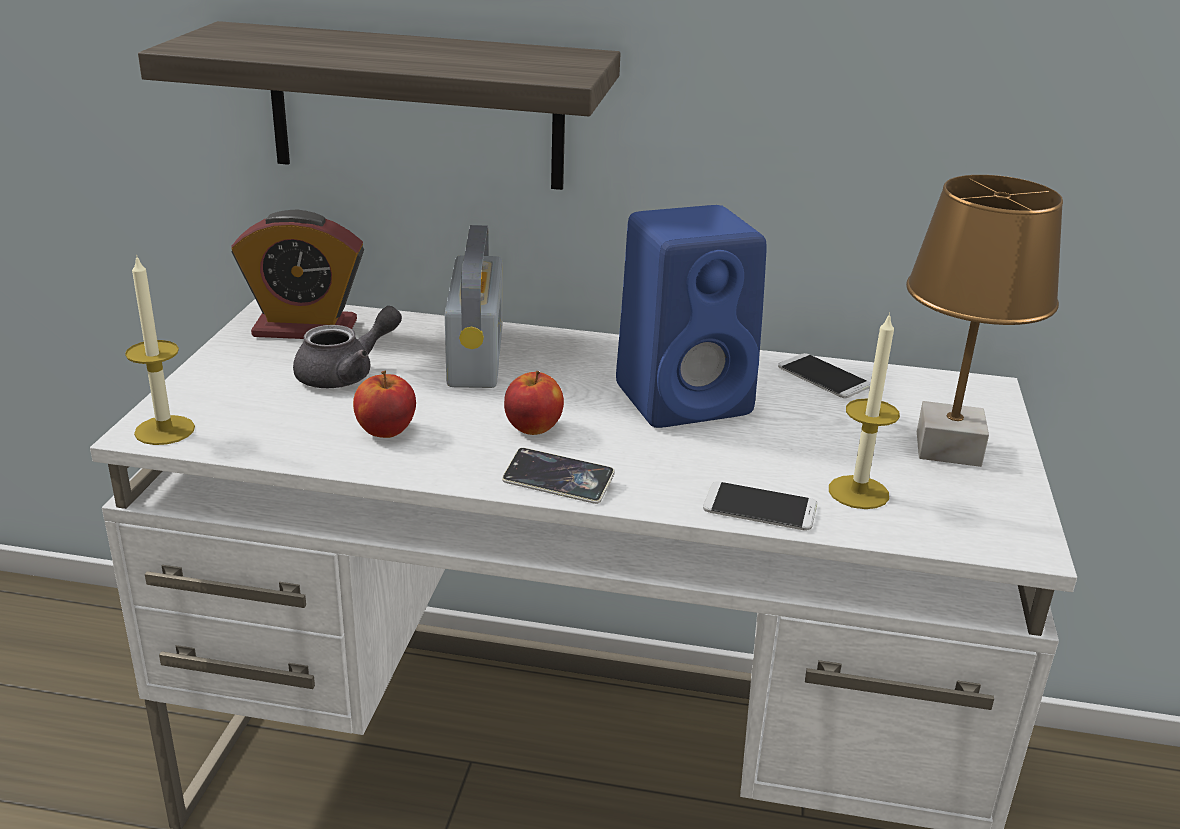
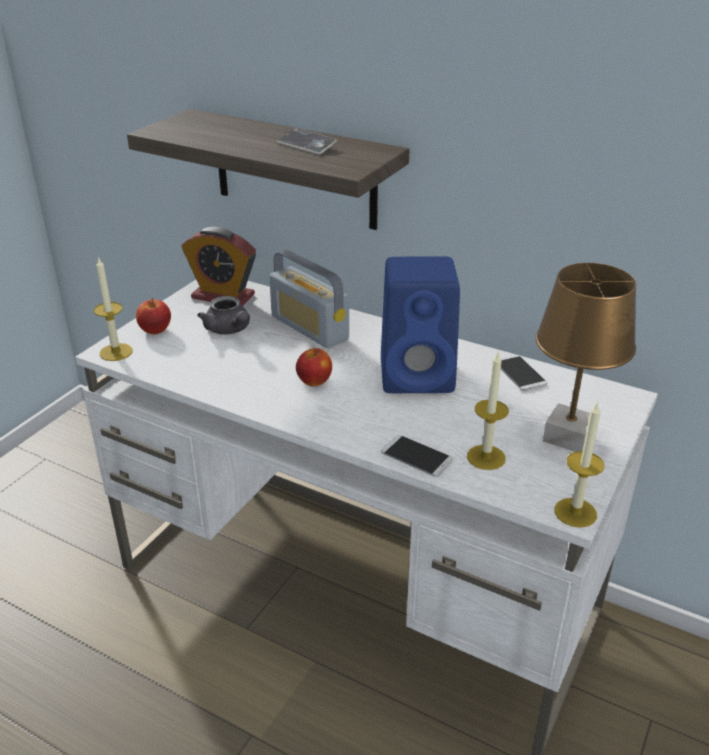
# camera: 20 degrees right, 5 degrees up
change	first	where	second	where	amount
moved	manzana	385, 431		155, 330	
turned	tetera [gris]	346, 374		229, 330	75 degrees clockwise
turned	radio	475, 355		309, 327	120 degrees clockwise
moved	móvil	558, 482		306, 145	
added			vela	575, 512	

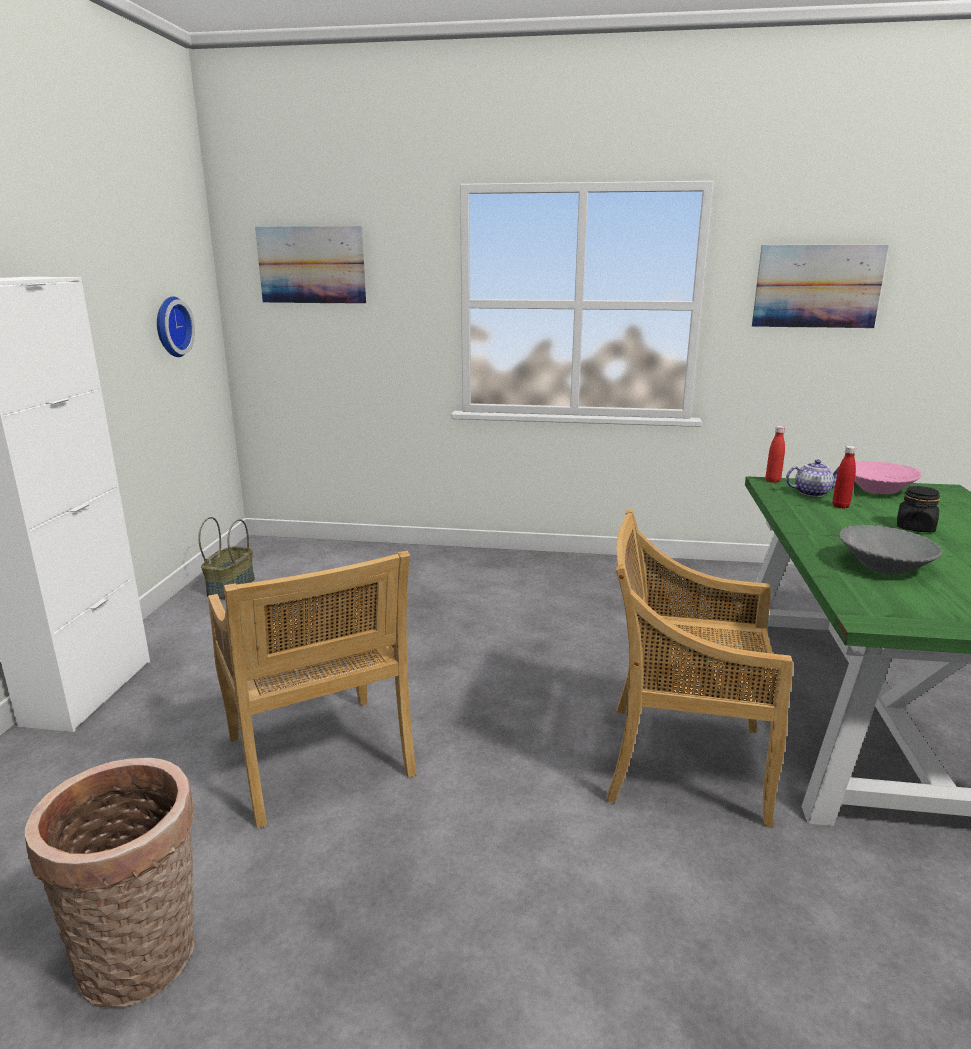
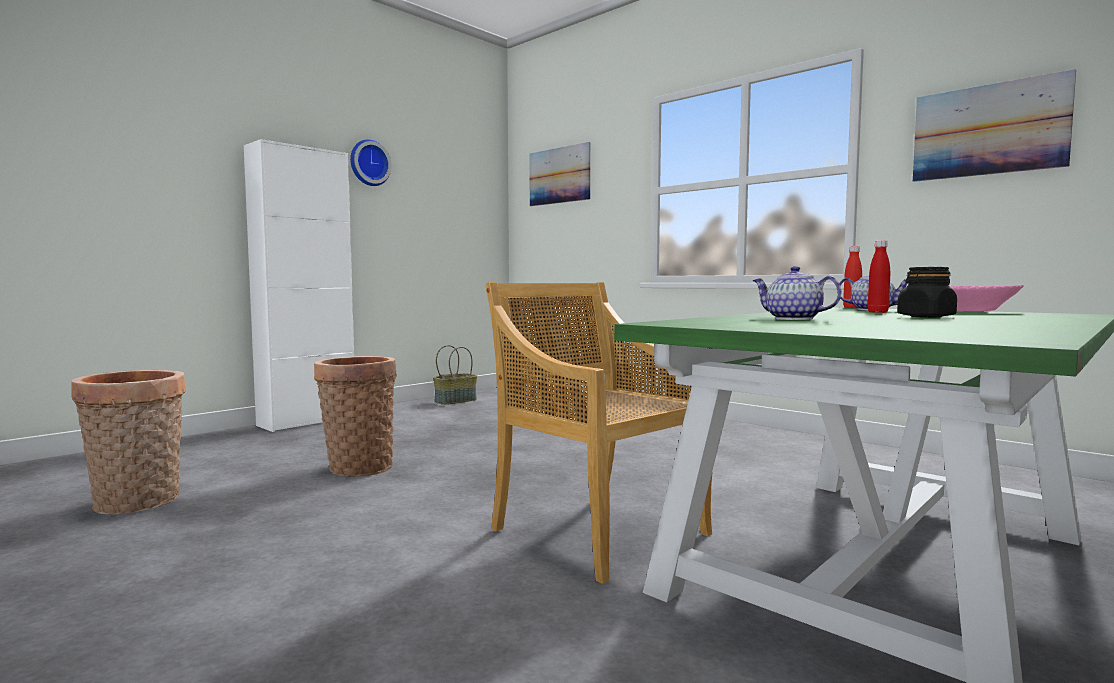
# camera: 35 degrees right, 15 degrees down
change	first	where	second	where	amount
replaced	silla [beis]	319, 759	cesta	358, 467	
moved	reloj de pared	170, 327		369, 163	
replaced	cuenco [gris]	885, 566	tetera	792, 319	

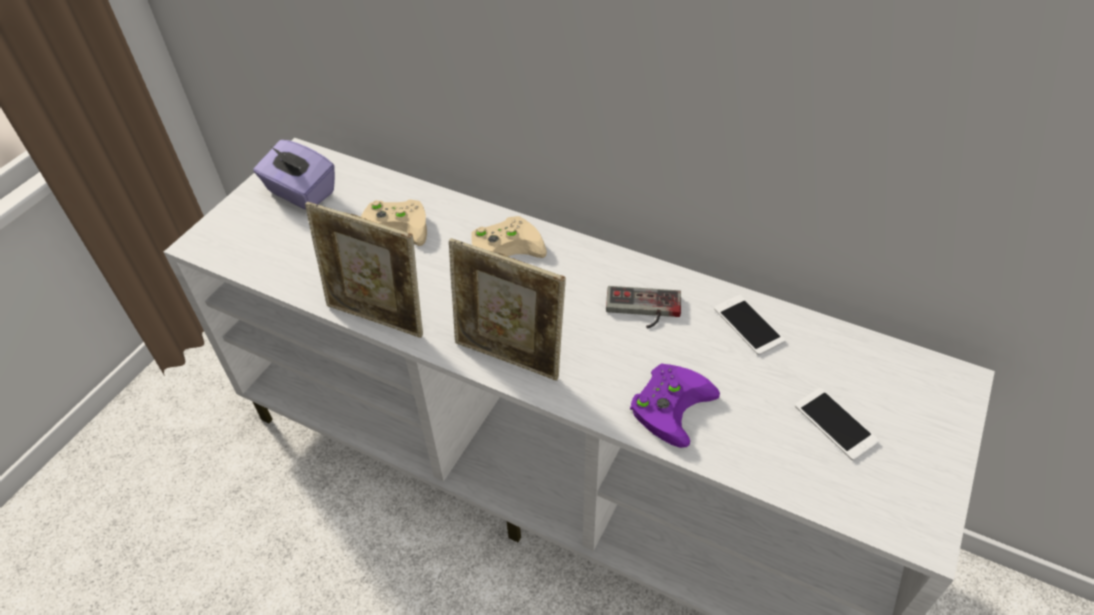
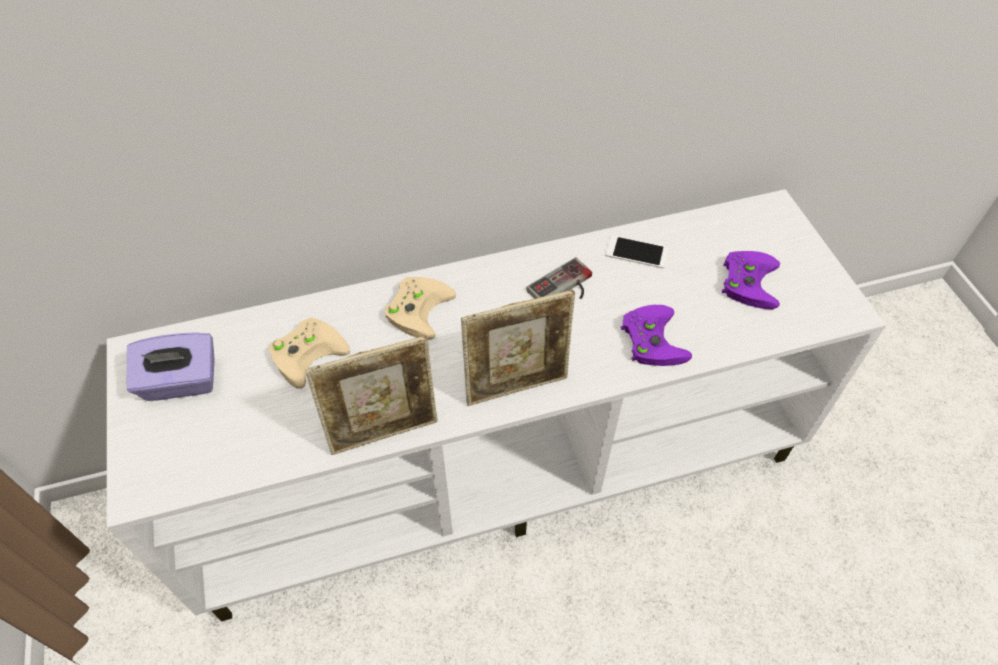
# camera: 45 degrees left, 5 degrees up
change	first	where	second	where	amount
replaced	móvil	835, 423	mando de consola [morado]	747, 280	

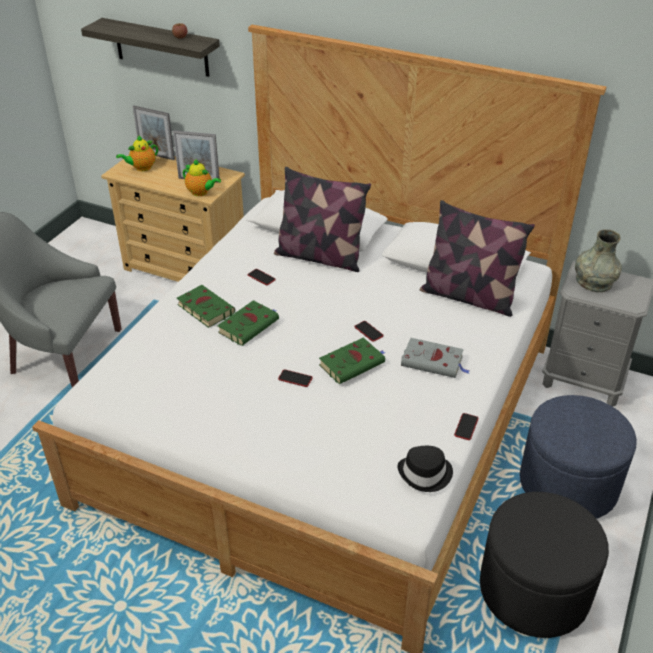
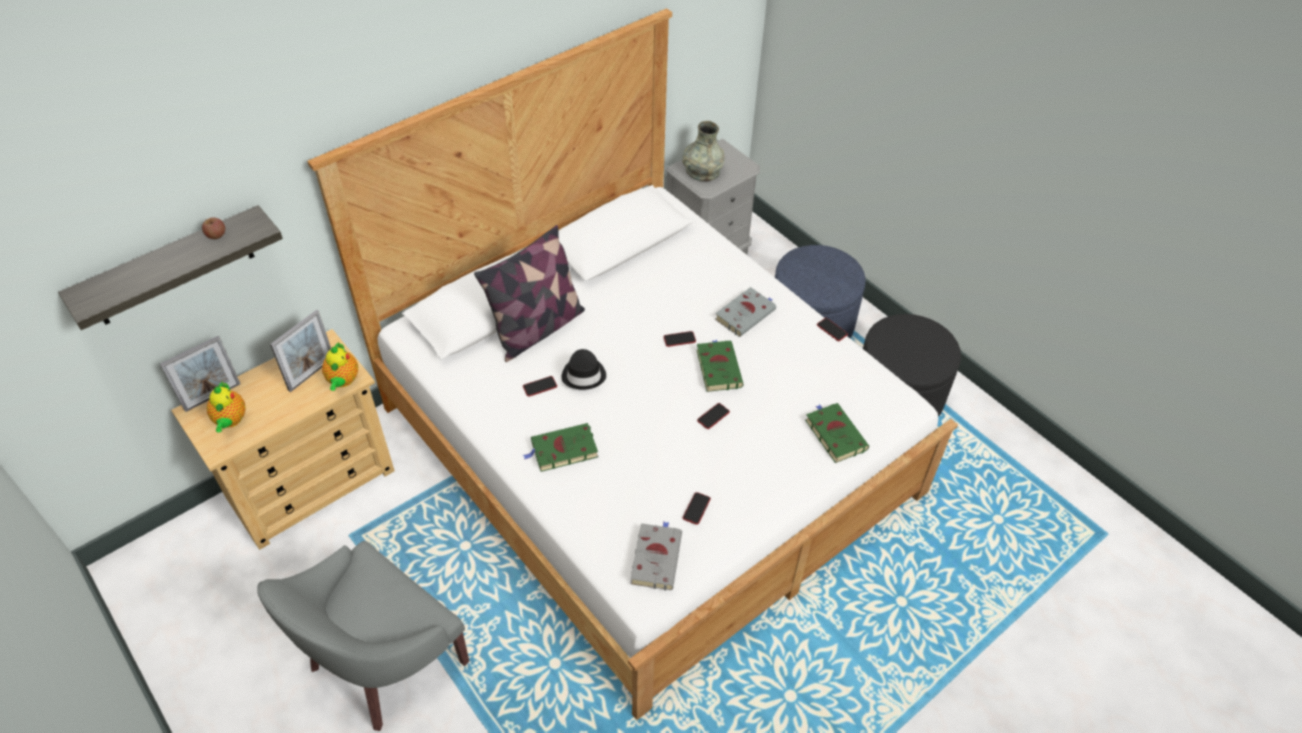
# camera: 65 degrees left, 10 degrees up
change	first	where	second	where	amount
turned	tetera	201, 193		343, 381	120 degrees clockwise
moved	sombrero [negro]	425, 474		584, 375	
added			libro [gris]	656, 557	
added			móvil	696, 508	
moved	libro [verde]	249, 325		834, 434	
removed	cojín	468, 296			

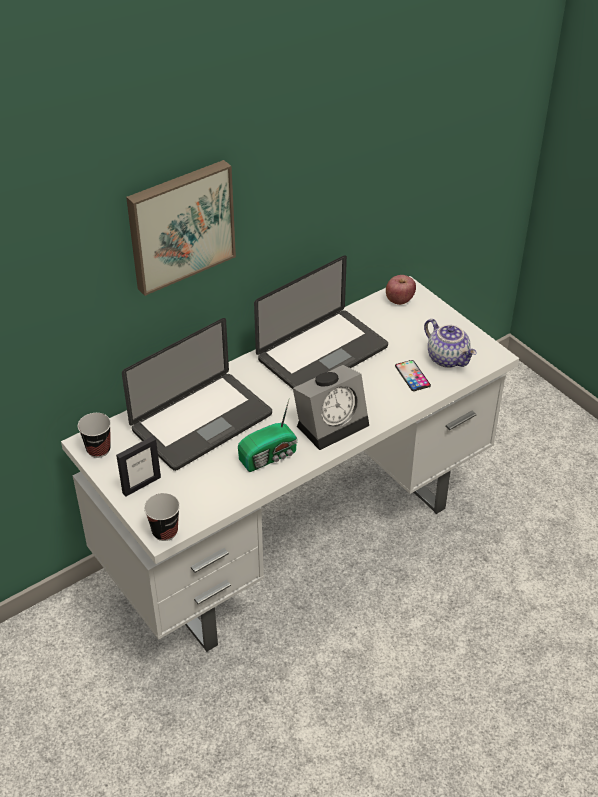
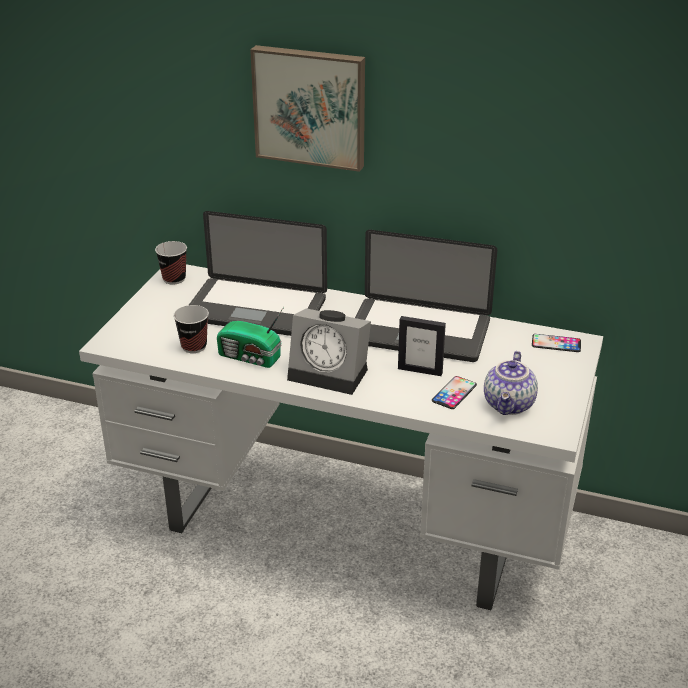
# camera: 55 degrees right, 10 degrees down
change	first	where	second	where	amount
moved	taza	165, 531		194, 346	
moved	portarretratos	141, 485		420, 370	
replaced	manzana	399, 300	móvil	556, 343	

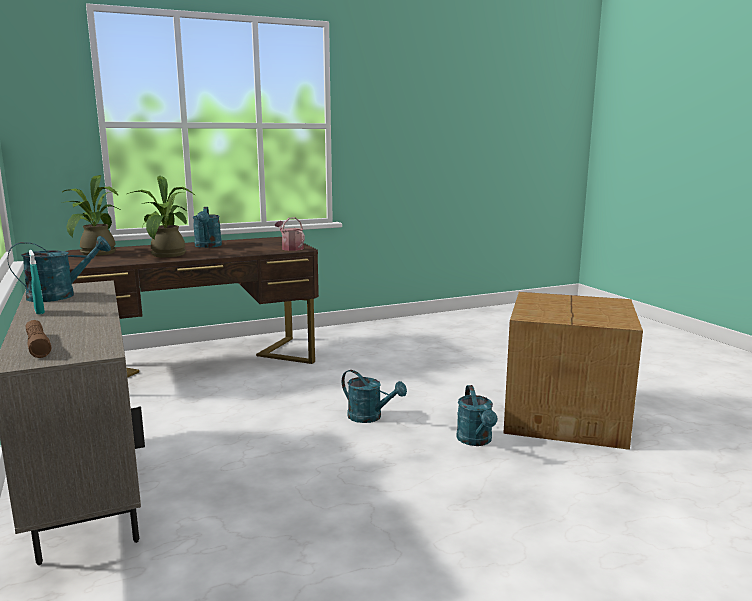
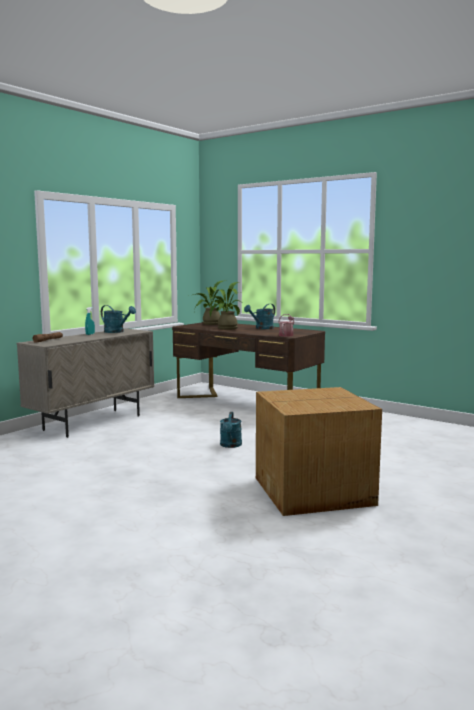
# camera: 60 degrees right, 5 degrees down
change	first	where	second	where	amount
removed	regadera [turquesa]	476, 441			

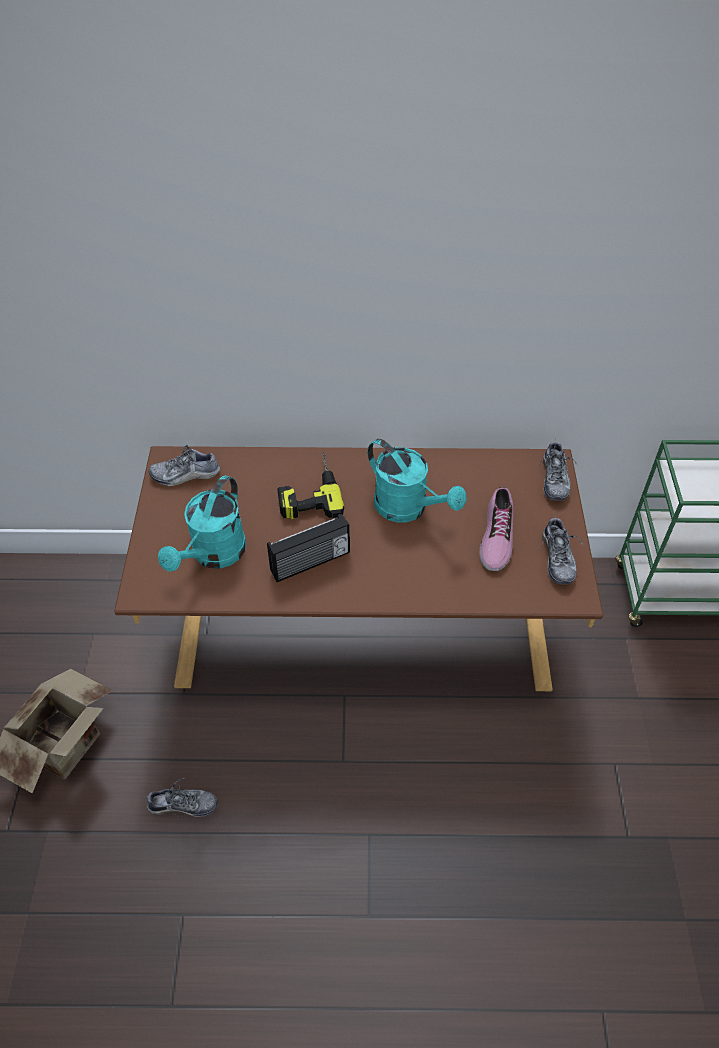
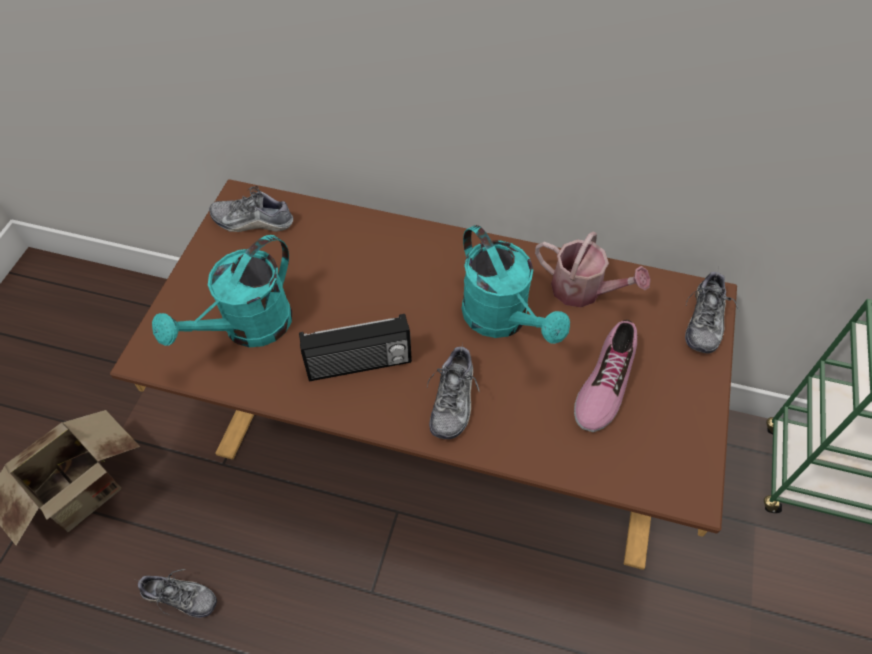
# camera: 15 degrees right, 5 degrees up
change	first	where	second	where	amount
moved	zapato	557, 558		453, 400	
added			regadera	583, 290	
removed	taladro	308, 491			

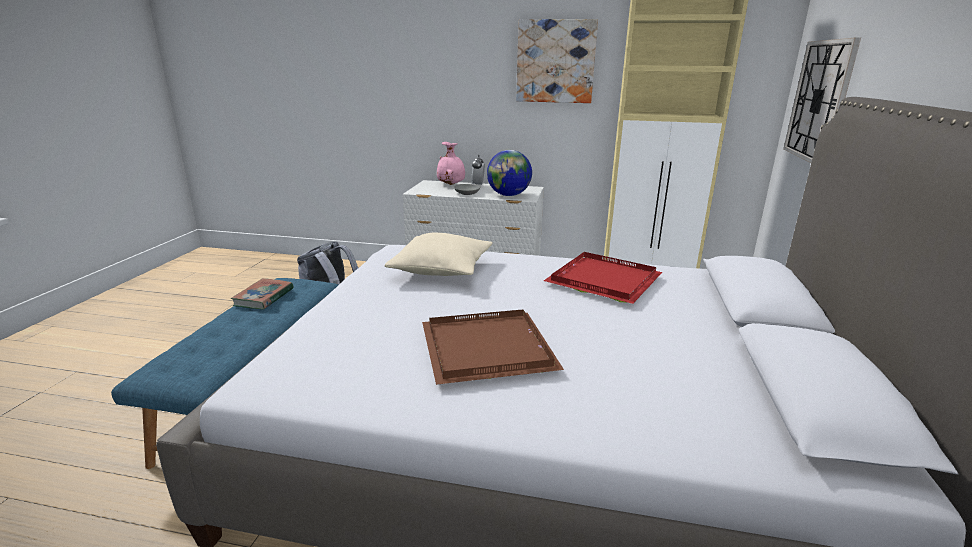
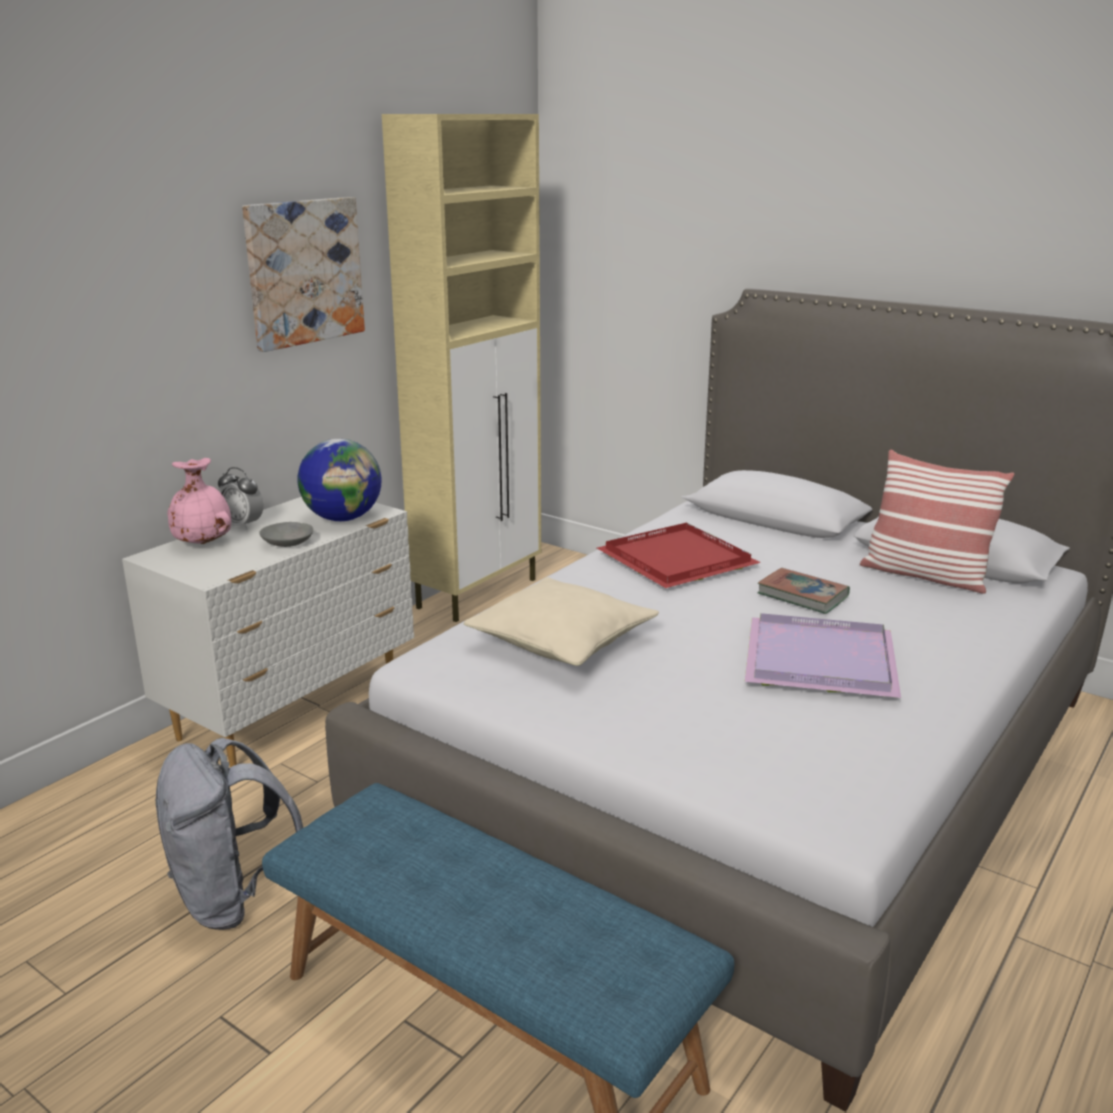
# camera: 65 degrees left, 0 degrees up
change	first	where	second	where	amount
recoloured	bandeja [marrón]	490, 350	bandeja [morado]	823, 659	
moved	libro	264, 297		802, 595	
added			cojín	925, 575	
removed	reloj de pared	819, 101			

